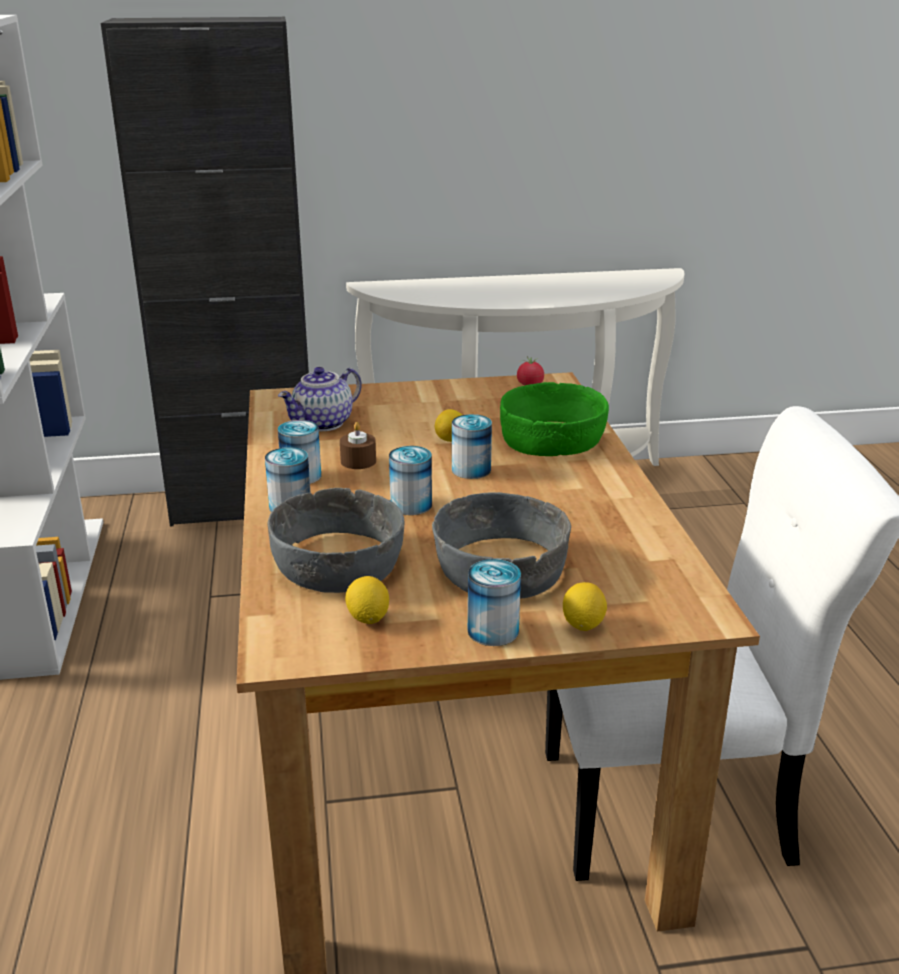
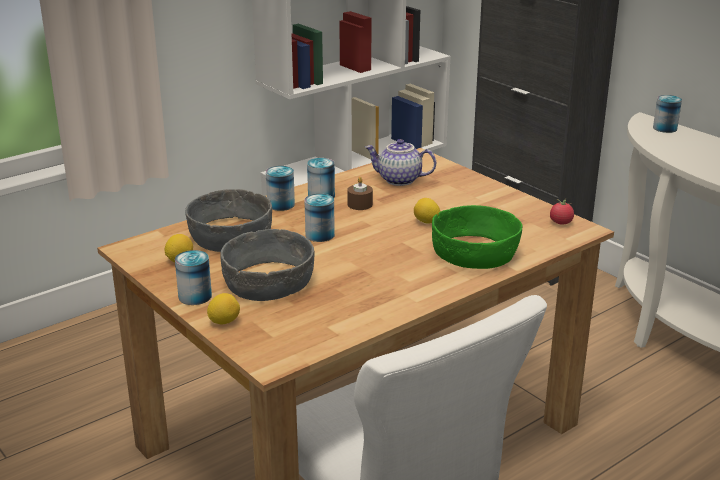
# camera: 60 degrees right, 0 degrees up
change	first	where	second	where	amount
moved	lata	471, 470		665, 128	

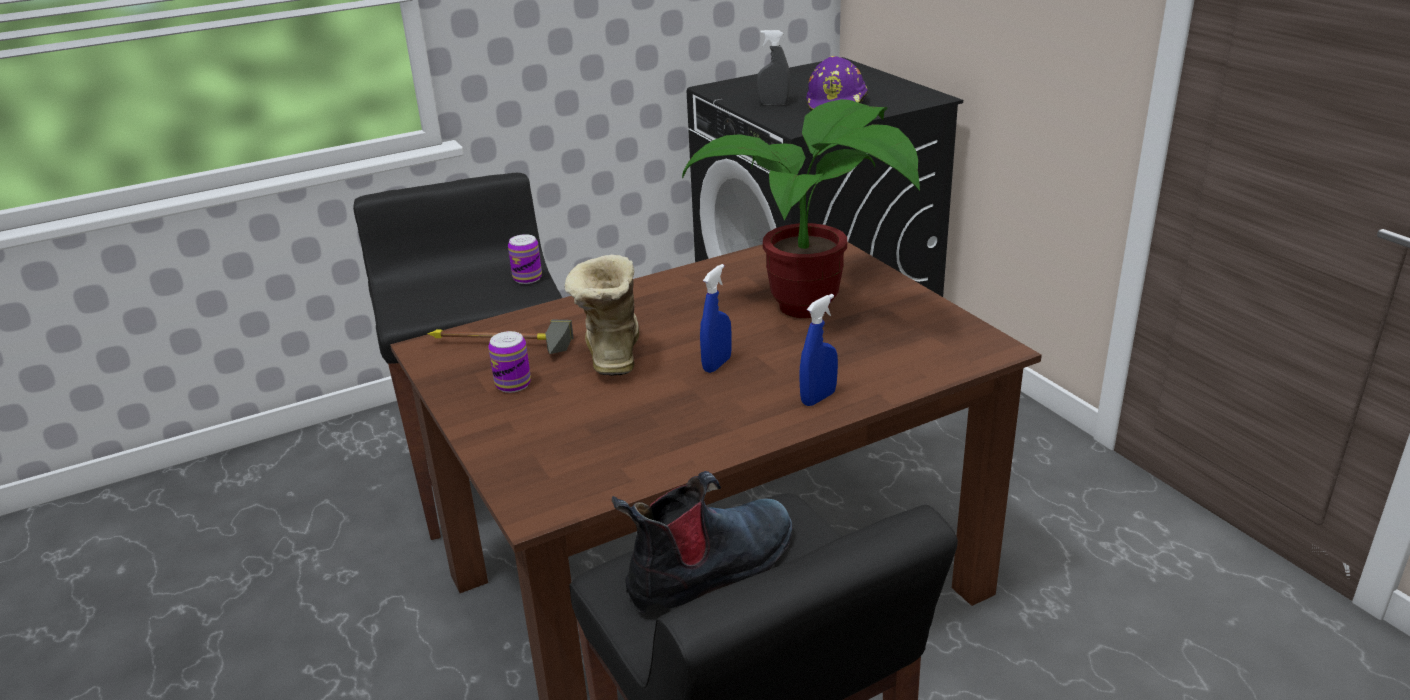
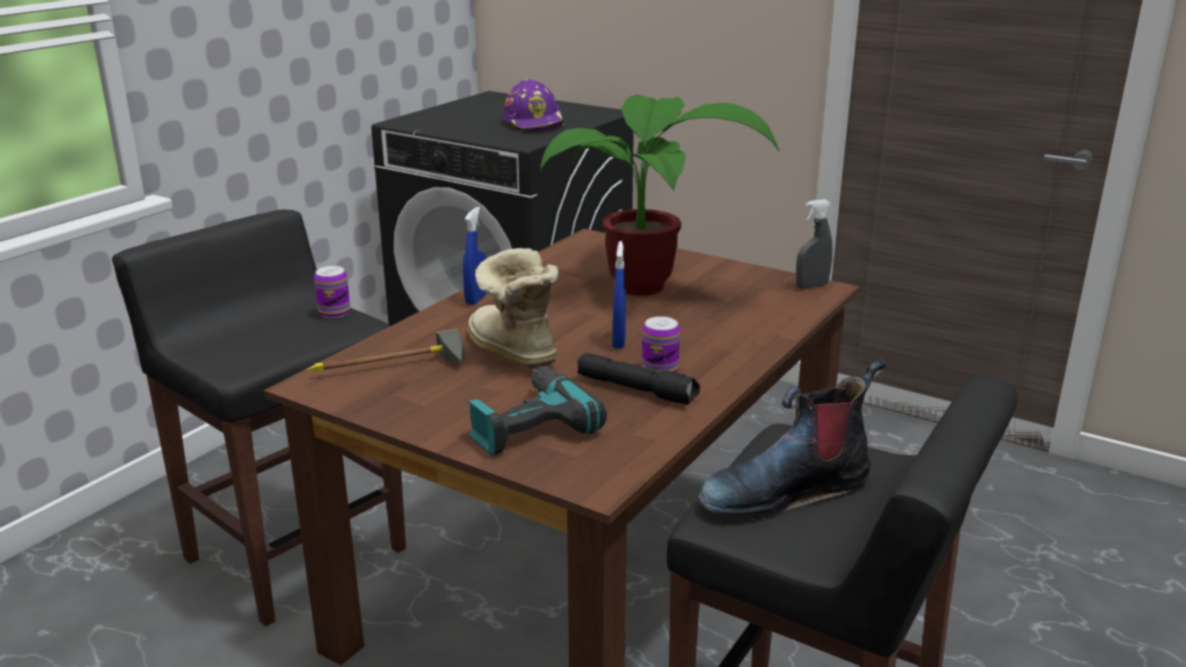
# camera: 30 degrees left, 5 degrees down
change	first	where	second	where	amount
moved	pulverizador [azul]	818, 398		476, 299	
added			taladro	528, 425	
added			linterna [negro]	637, 389	
moved	lata	513, 384		660, 370	
turned	bota	712, 570		786, 490	135 degrees counterclockwise
moved	pulverizador [gris]	773, 104		811, 286	

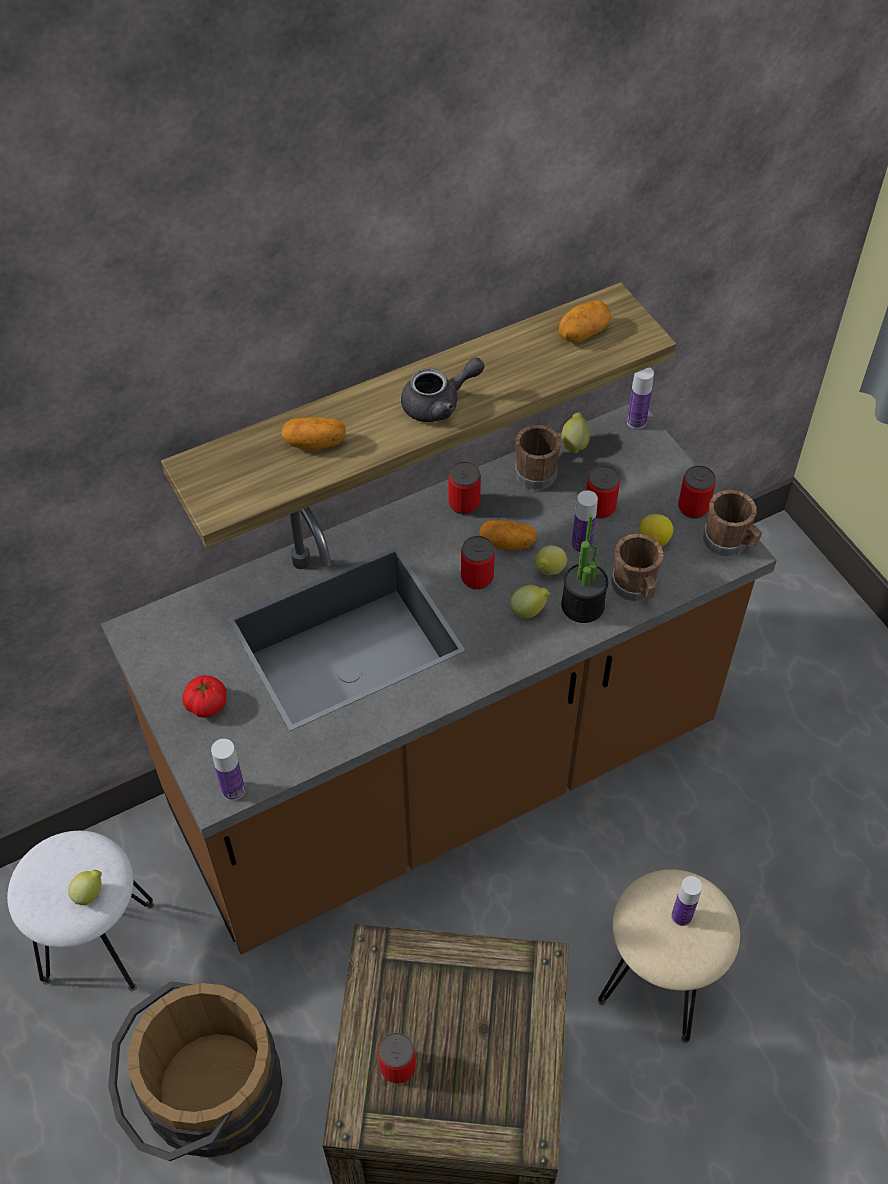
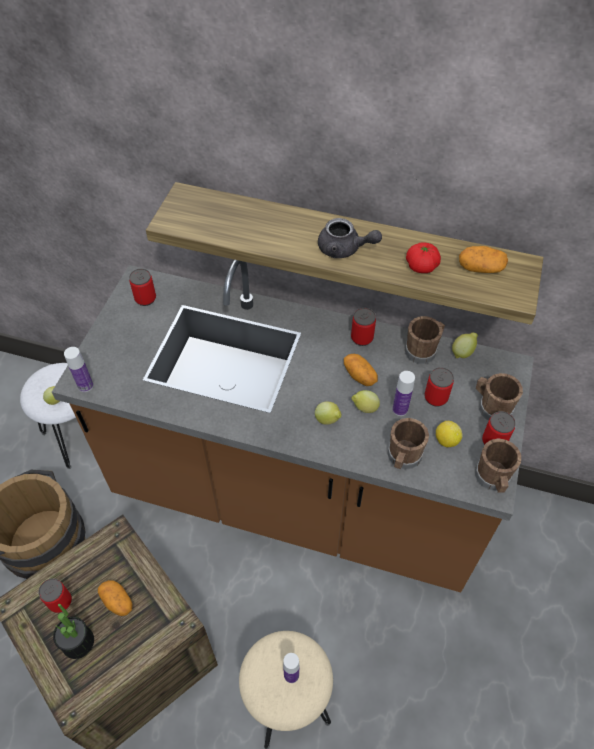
# camera: 45 degrees right, 0 degrees up
change	first	where	second	where	amount
moved	planta en maceta	582, 605		78, 642	
moved	patata	314, 443		117, 601	
moved	lata	477, 578		145, 298	
moved	tomate	207, 704		421, 266	
added			taza grande [marrón]	491, 407	
removed	botella	636, 422			

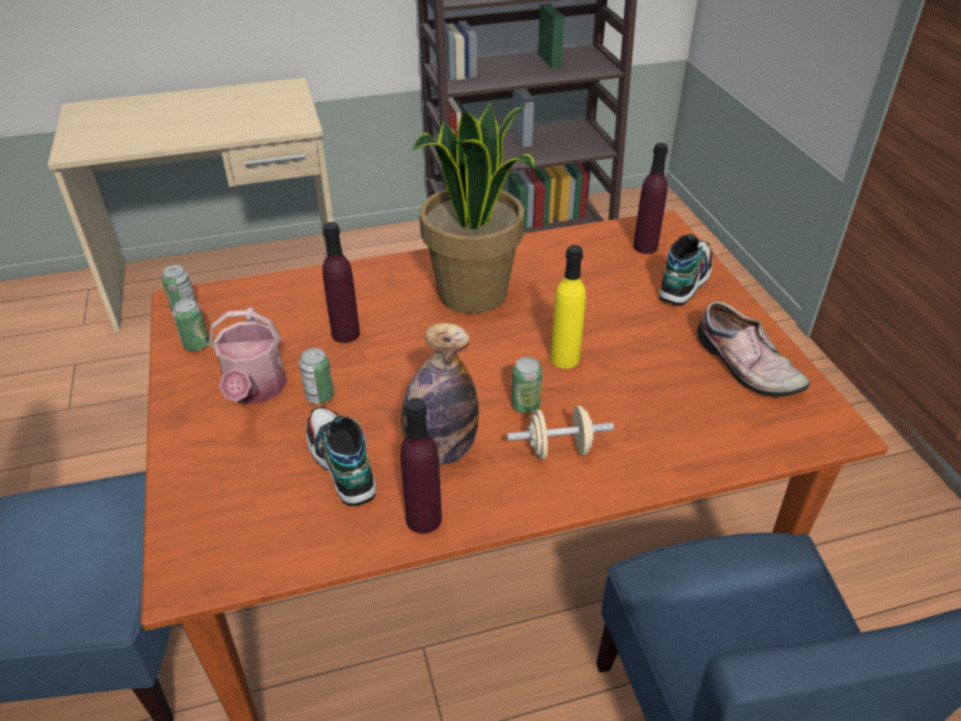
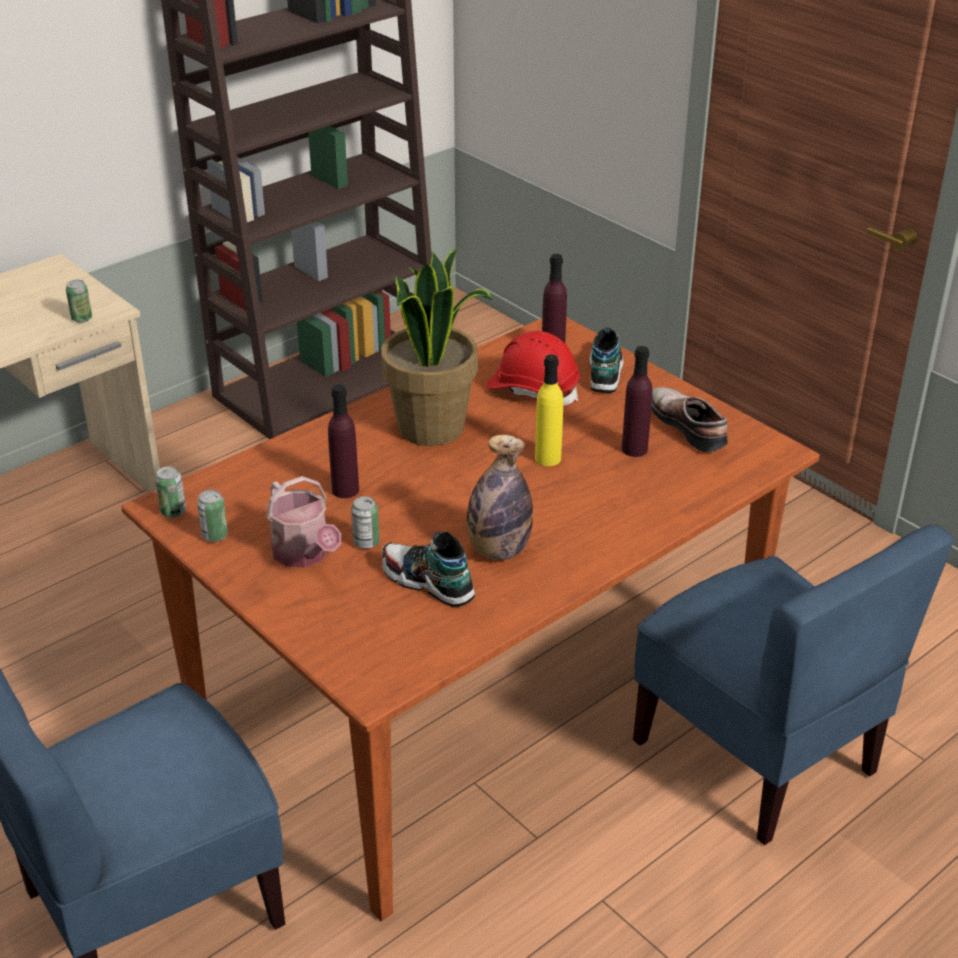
# camera: 25 degrees left, 5 degrees down
change	first	where	second	where	amount
moved	lata	525, 405		81, 318	
added			casco [rojo]	533, 389	
moved	botella [morado]	424, 519		634, 449	
turned	zapato	744, 365		689, 425	150 degrees counterclockwise
removed	mancuerna [beis]	559, 449			

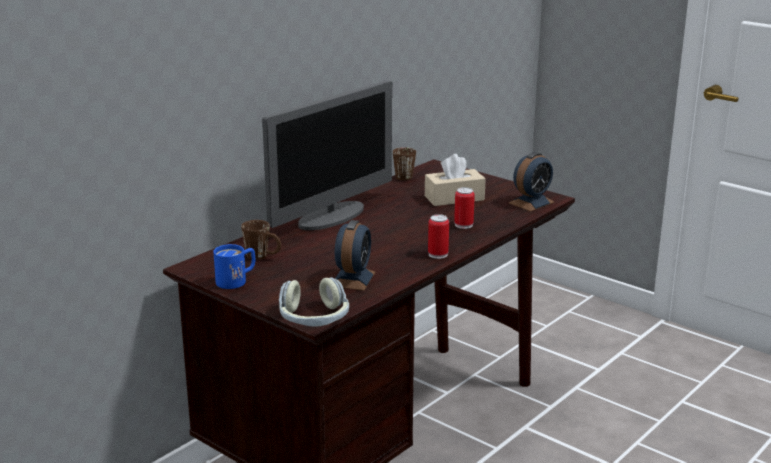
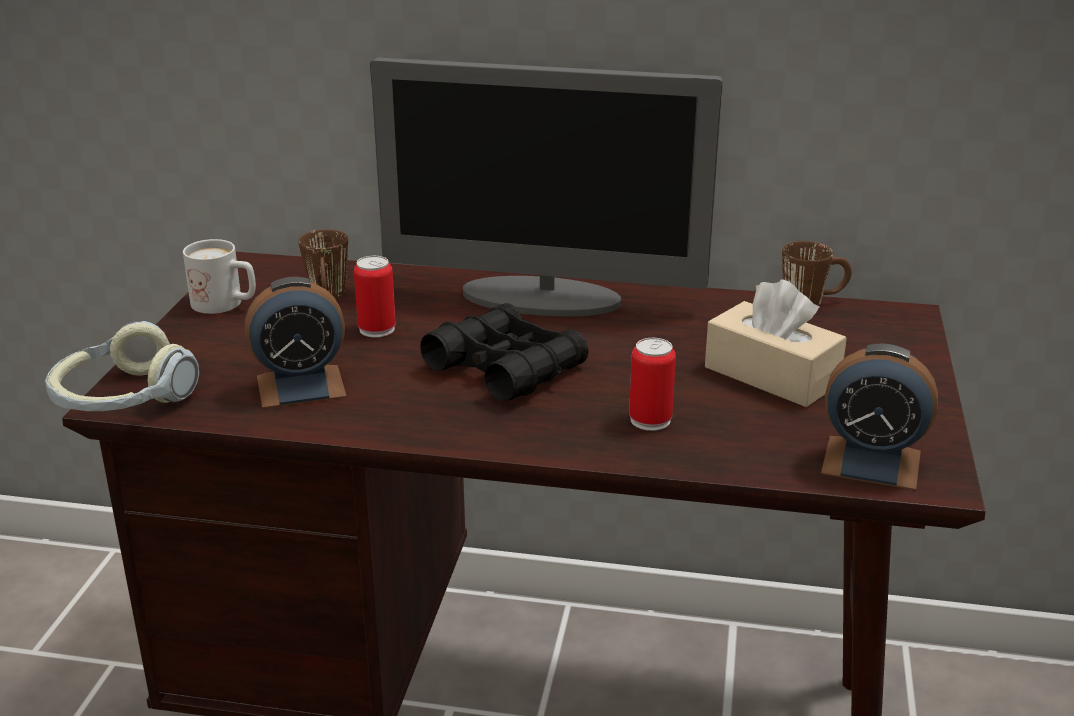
# camera: 60 degrees right, 5 degrees up
change	first	where	second	where	amount
recoloured	taza grande [azul]	237, 280	taza grande [blanco]	226, 305	
moved	lata	438, 254		377, 329	
added			prismáticos [negro]	505, 368	

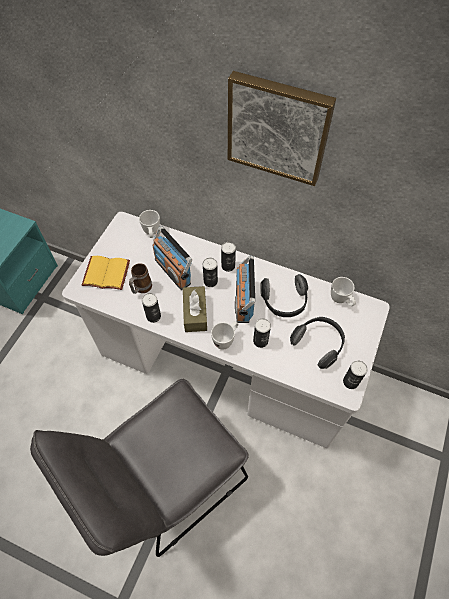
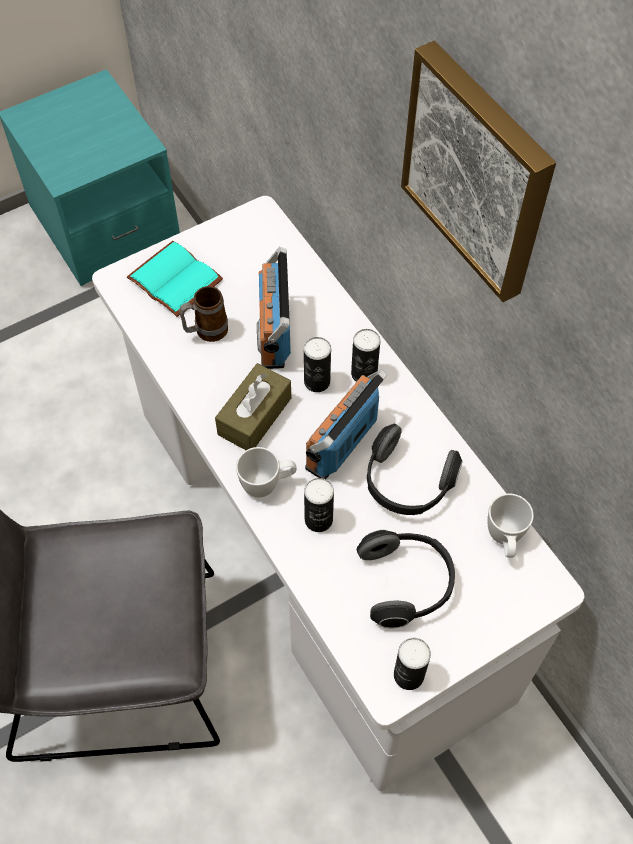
# camera: 35 degrees right, 0 degrees up
change	first	where	second	where	amount
recoloured	libro [amarillo]	107, 272	libro [turquesa]	177, 279	
removed	taza grande [blanco]	152, 233			
removed	lata	153, 316			

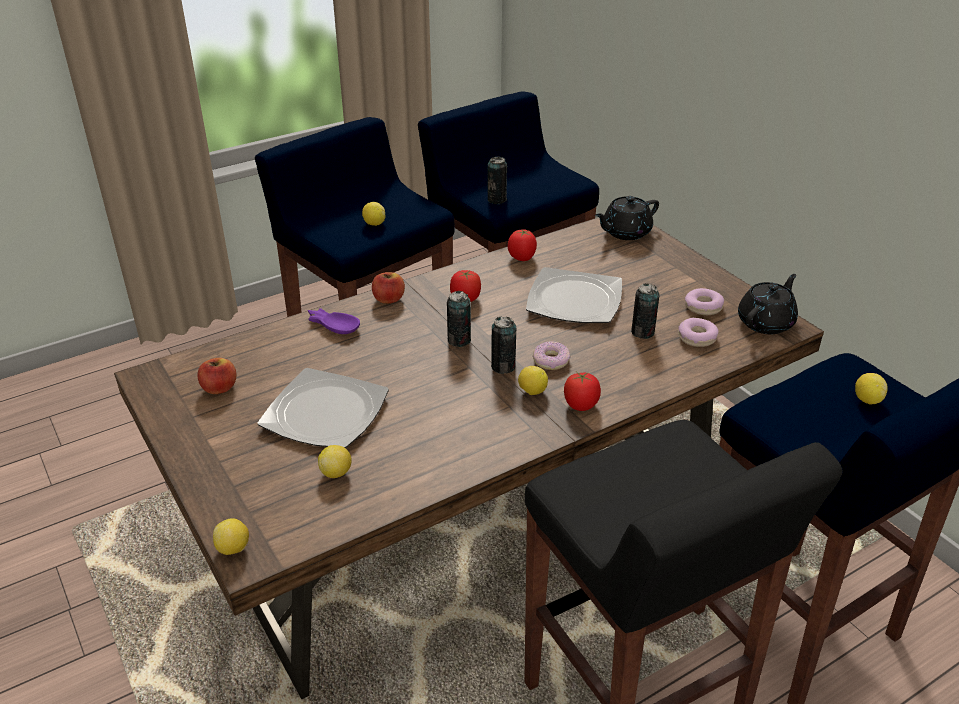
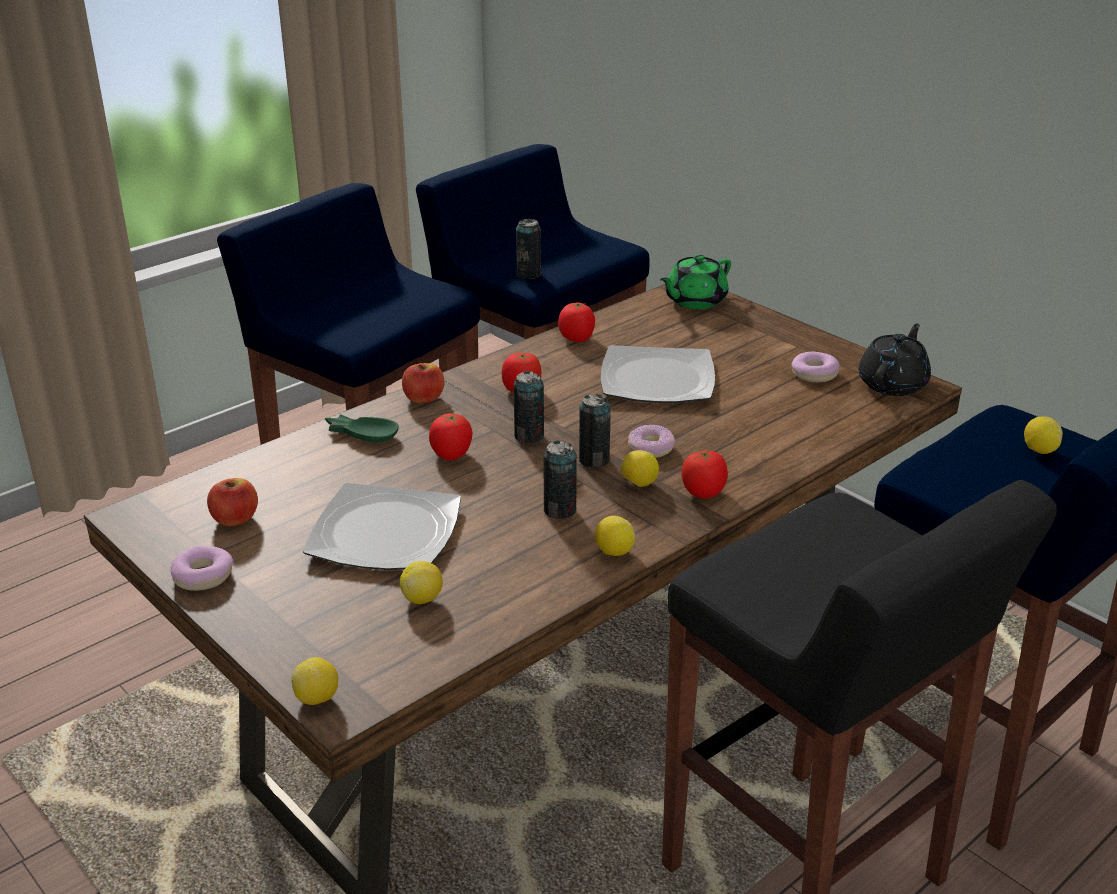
# camera: 10 degrees left, 5 degrees down
change	first	where	second	where	amount
moved	rosquilla	697, 338		203, 576	
recoloured	cuenco [morado]	333, 325	cuenco [verde]	362, 433	
added			tomate	451, 455	
moved	lata	642, 332		560, 510	
moved	limón	374, 224		614, 551	
recoloured	tetera [negro]	625, 232	tetera [verde]	694, 301	

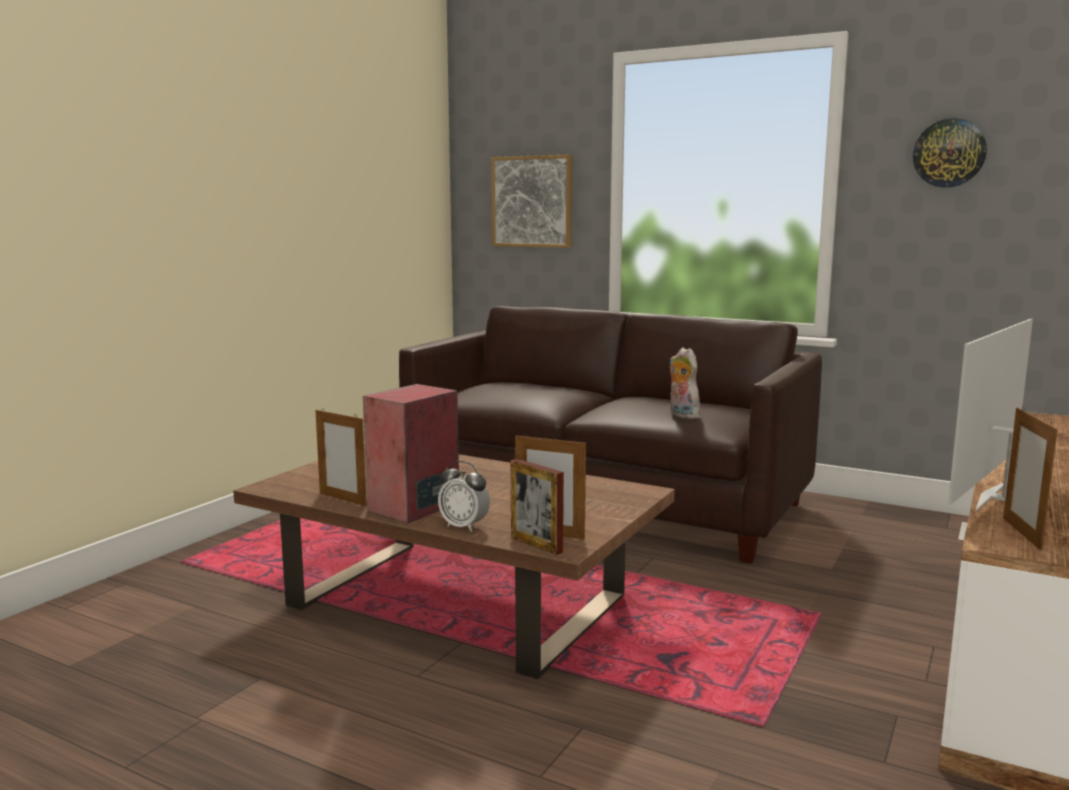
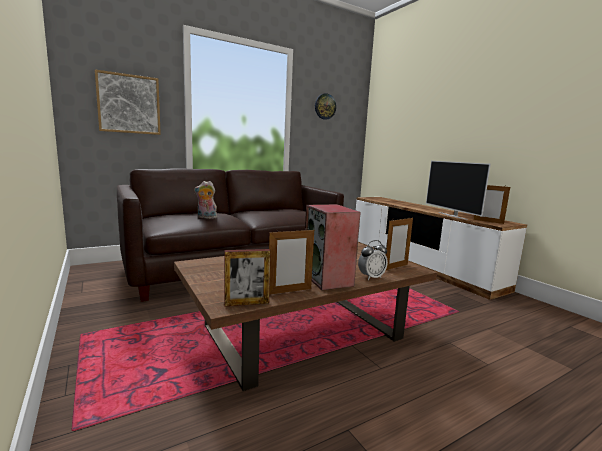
# camera: 60 degrees left, 0 degrees up
change	first	where	second	where	amount
moved	peluche	681, 415		206, 217	
moved	portarretratos	536, 545		247, 303	

